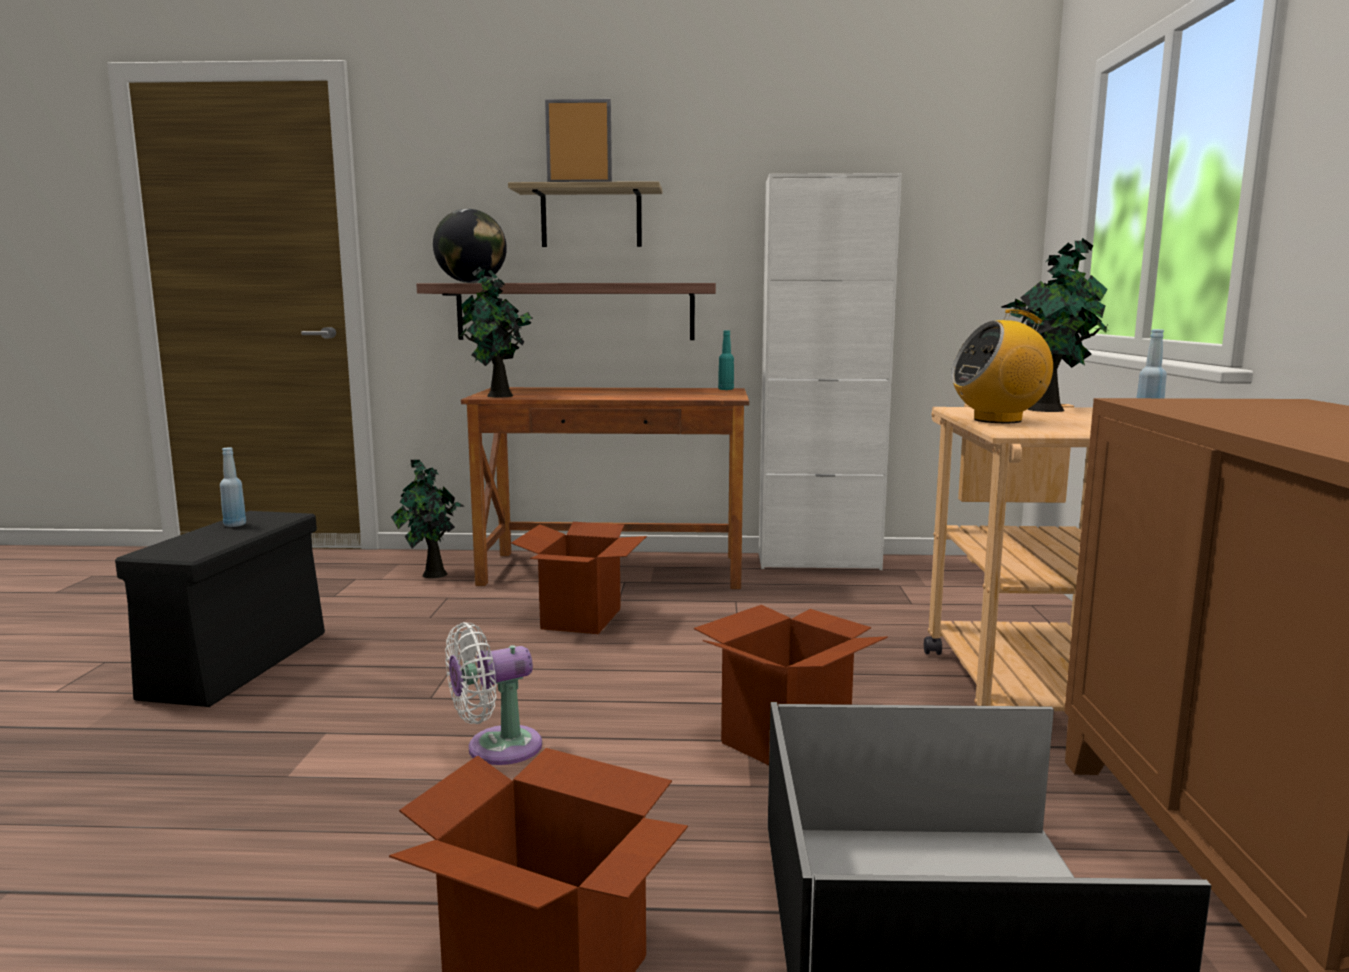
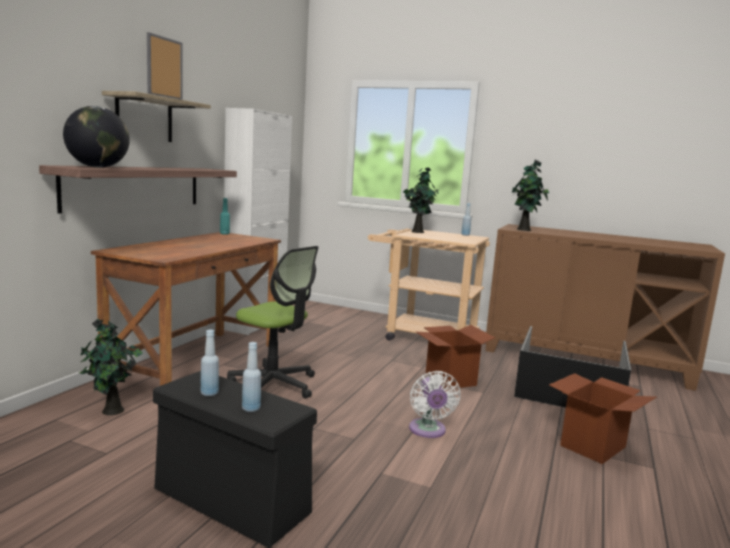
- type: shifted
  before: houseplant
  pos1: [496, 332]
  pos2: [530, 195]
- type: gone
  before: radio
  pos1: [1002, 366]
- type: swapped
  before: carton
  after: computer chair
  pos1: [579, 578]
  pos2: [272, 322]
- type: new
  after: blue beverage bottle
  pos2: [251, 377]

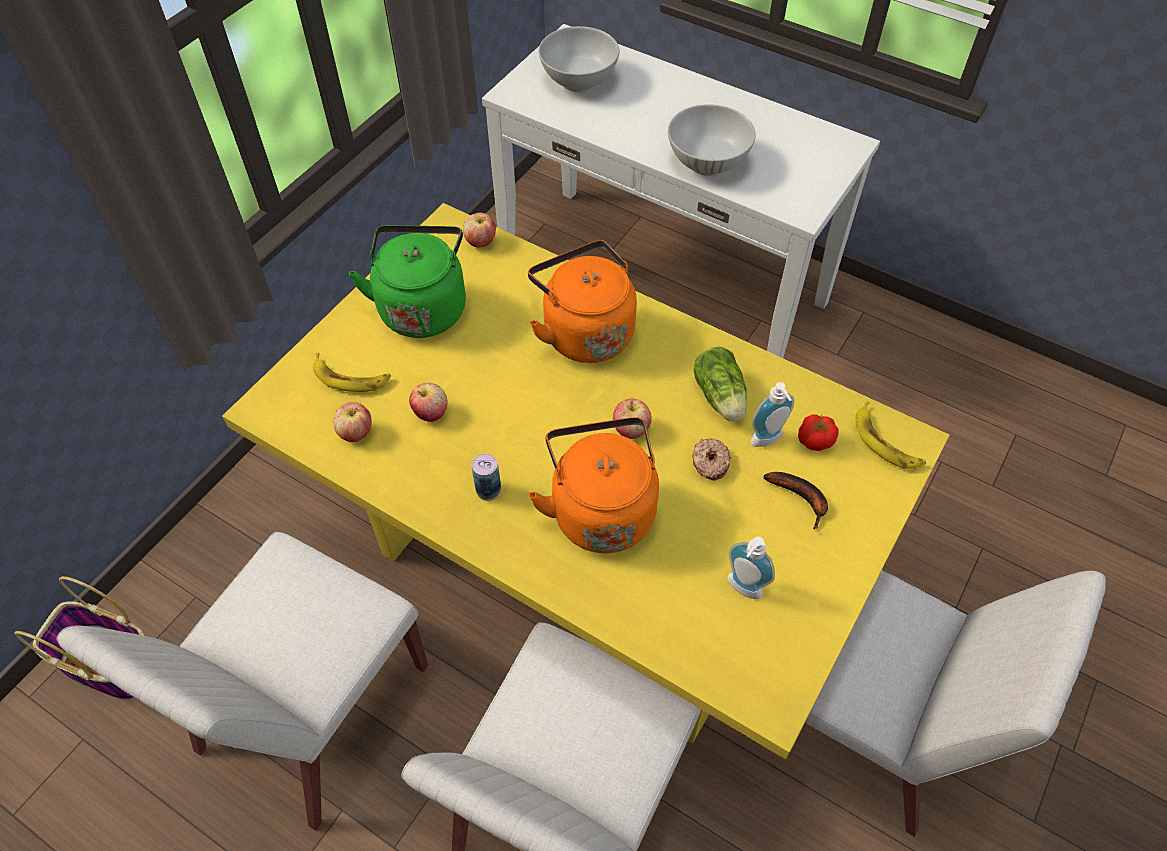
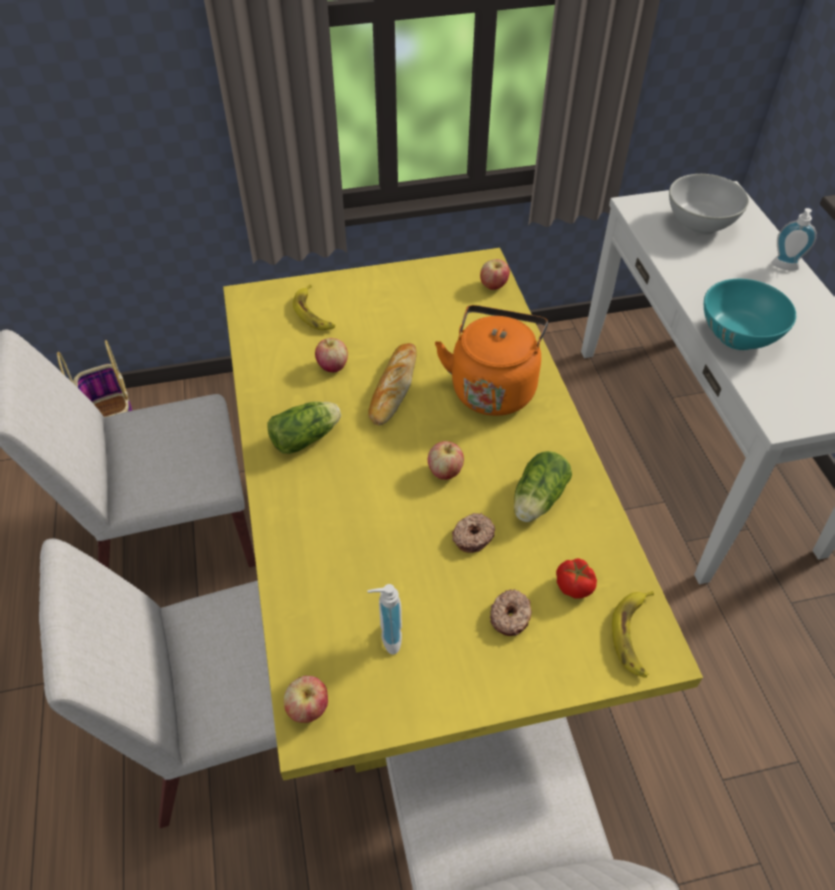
- type: repainted
  before: whitish deep dish
  after: blue-green deep dish
  pos1: [712, 140]
  pos2: [750, 314]
- type: gone
  before: green-coloured tea kettle
  pos1: [407, 281]
- type: shifted
  before: soap dispenser
  pos1: [772, 414]
  pos2: [794, 239]
- type: shifted
  before: apple
  pos1: [352, 422]
  pos2: [306, 699]
- type: gone
  before: orangey tea kettle
  pos1: [593, 485]
- type: swapped
  before: can
  after: lettuce head
  pos1: [486, 477]
  pos2: [304, 427]
- type: swapped
  before: banana
  after: doughnut
  pos1: [795, 501]
  pos2: [511, 612]
- type: new
  after: bakery bread
  pos2: [393, 384]

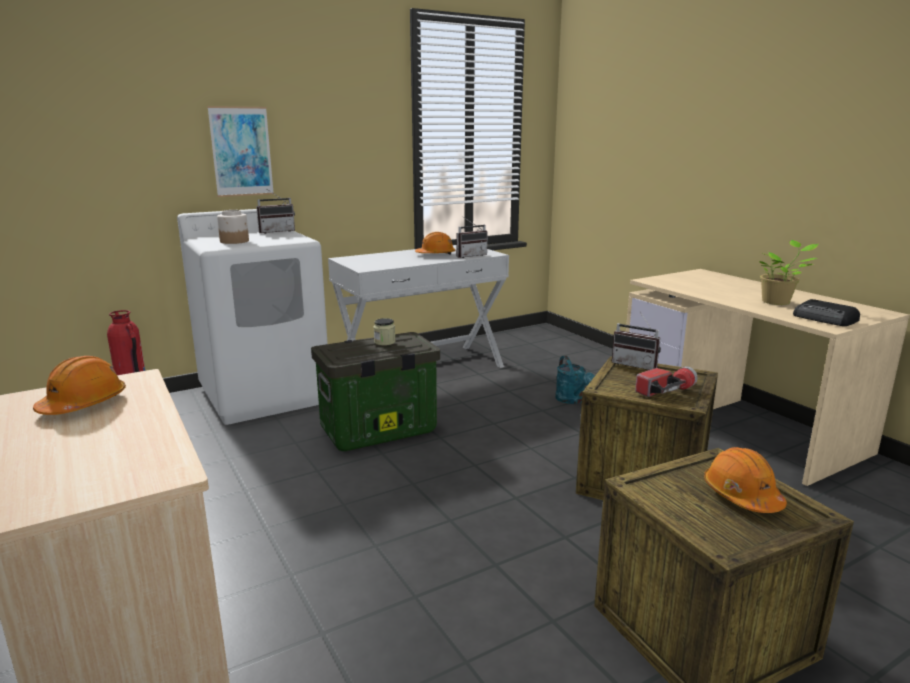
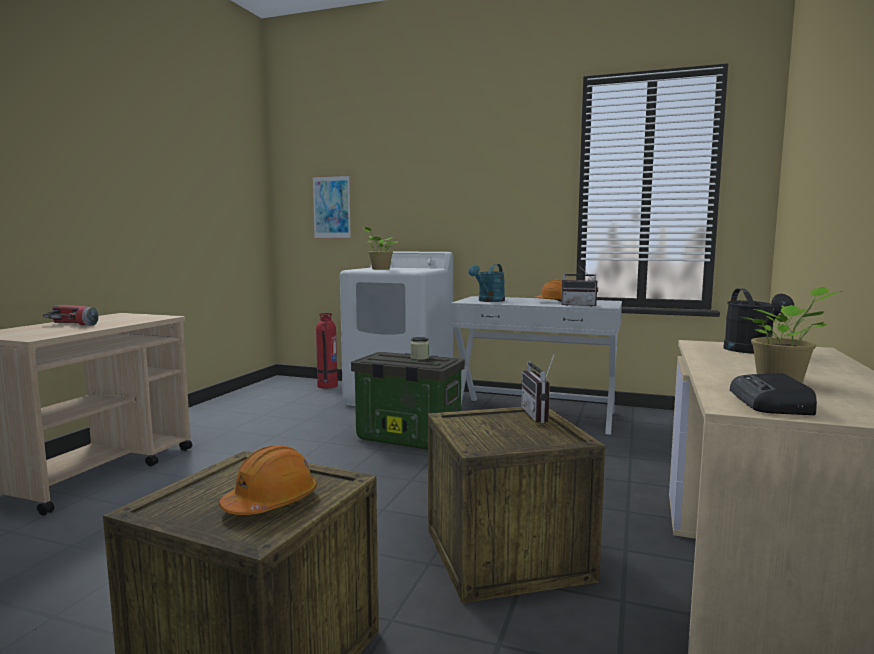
- type: shifted
  before: picture
  pos1: [240, 151]
  pos2: [331, 207]
- type: gone
  before: radio
  pos1: [275, 212]
- type: swapped
  before: storage jar
  after: houseplant
  pos1: [233, 227]
  pos2: [380, 248]
- type: gone
  before: orangey safety helmet
  pos1: [79, 385]
- type: shifted
  before: blue-green watering can
  pos1: [575, 380]
  pos2: [486, 283]
- type: shifted
  before: torch
  pos1: [666, 381]
  pos2: [70, 315]
- type: new
  after: black watering can
  pos2: [759, 321]

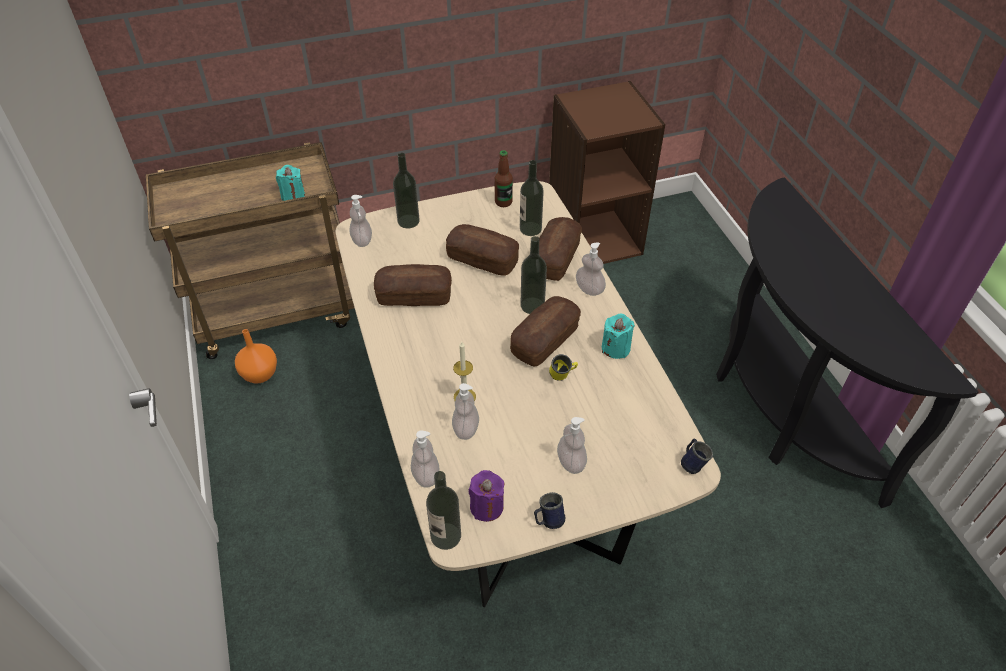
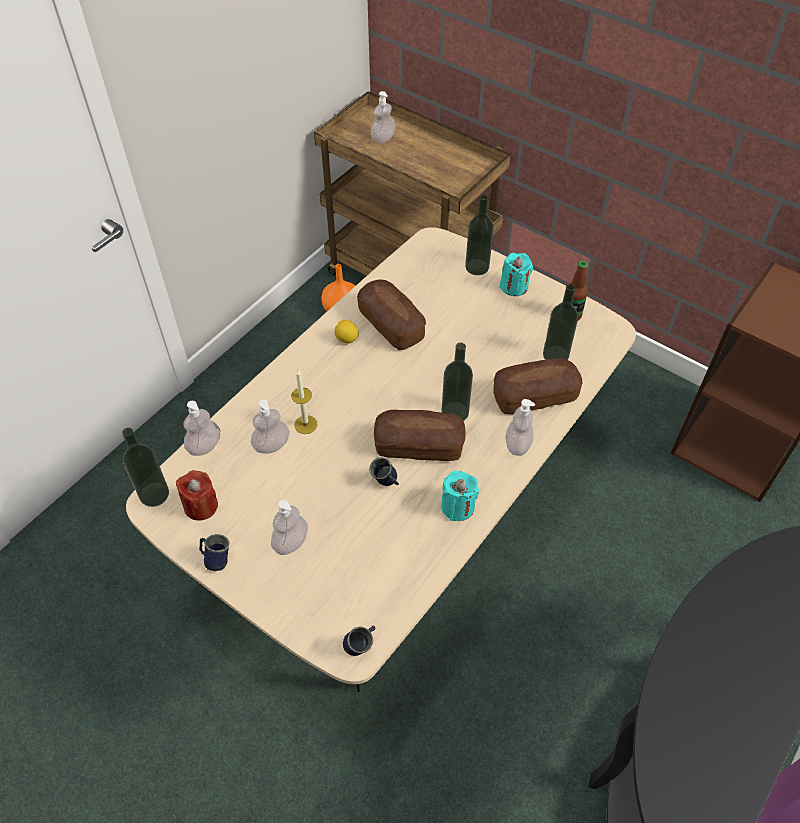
- type: shifted
  before: blue-green wax light
  pos1: [290, 183]
  pos2: [516, 274]
- type: shifted
  before: soap dispenser
  pos1: [361, 221]
  pos2: [383, 117]
- type: gone
  before: bakery bread
  pos1: [482, 250]
- type: repainted
  before: yellow-coloured tea mug
  after: blue tea mug
  pos1: [563, 367]
  pos2: [384, 471]
- type: repainted
  before: purplish wax light
  after: red wax light
  pos1: [486, 496]
  pos2: [197, 495]
- type: new
  after: lemon
  pos2: [346, 332]

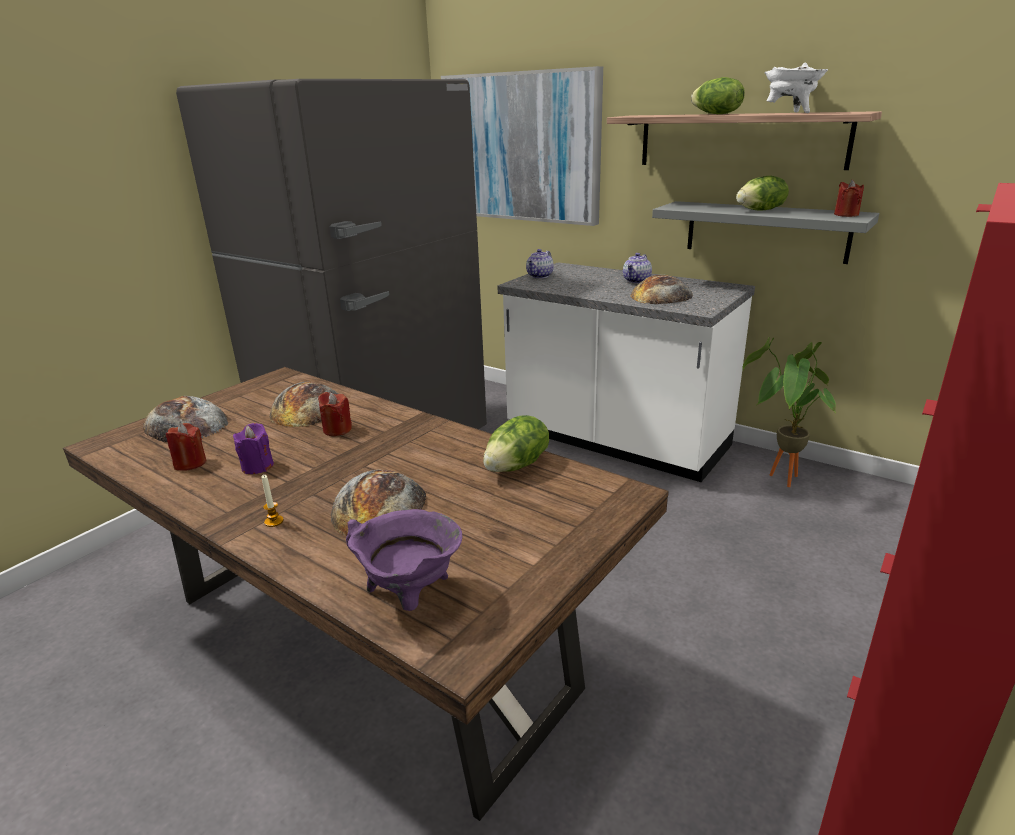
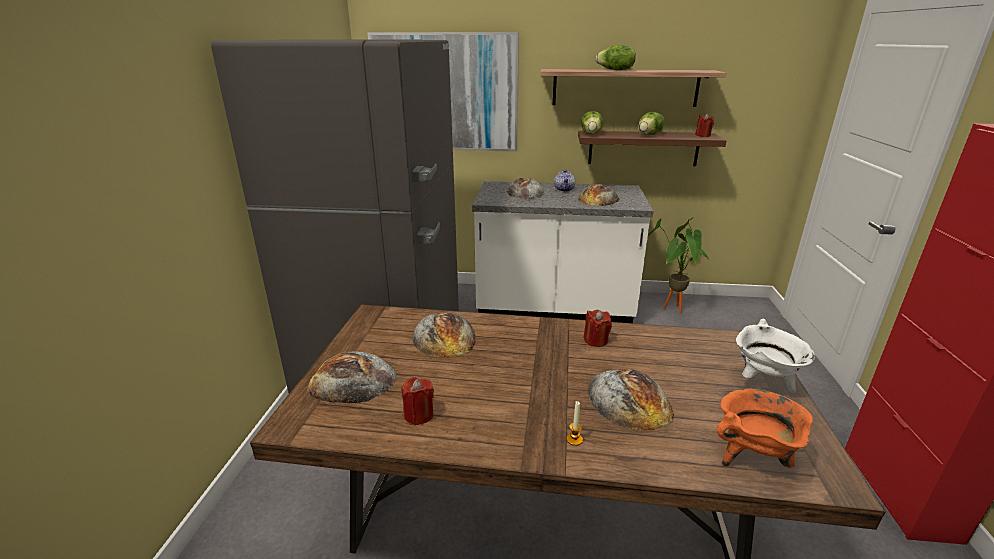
- type: shifted
  before: whitish saucepot
  pos1: [796, 87]
  pos2: [775, 356]
- type: repainted
  before: gray bracket shelf
  after: brown bracket shelf
  pos1: [765, 232]
  pos2: [652, 148]
- type: gone
  before: teapot
  pos1: [540, 263]
- type: shifted
  before: red wax light
  pos1: [335, 414]
  pos2: [598, 328]
- type: shifted
  before: lettuce head
  pos1: [516, 443]
  pos2: [592, 122]
- type: gone
  before: purplish wax light
  pos1: [253, 448]
- type: repainted
  before: purplish saucepot
  after: orangey saucepot
  pos1: [404, 560]
  pos2: [764, 428]
- type: new
  after: bakery bread
  pos2: [525, 188]

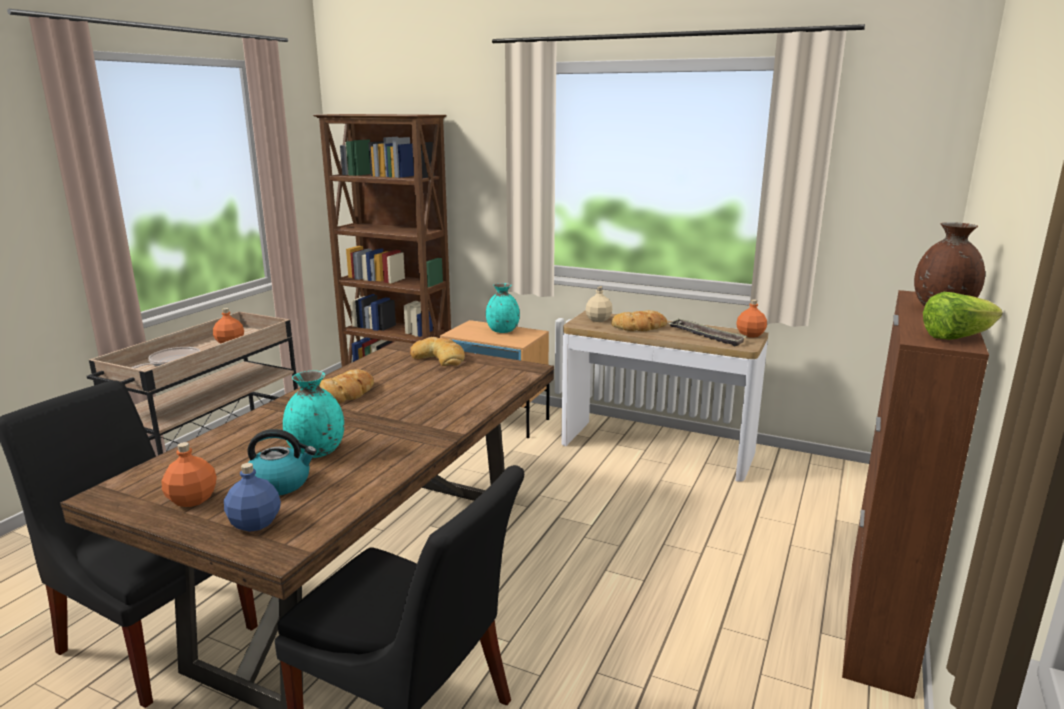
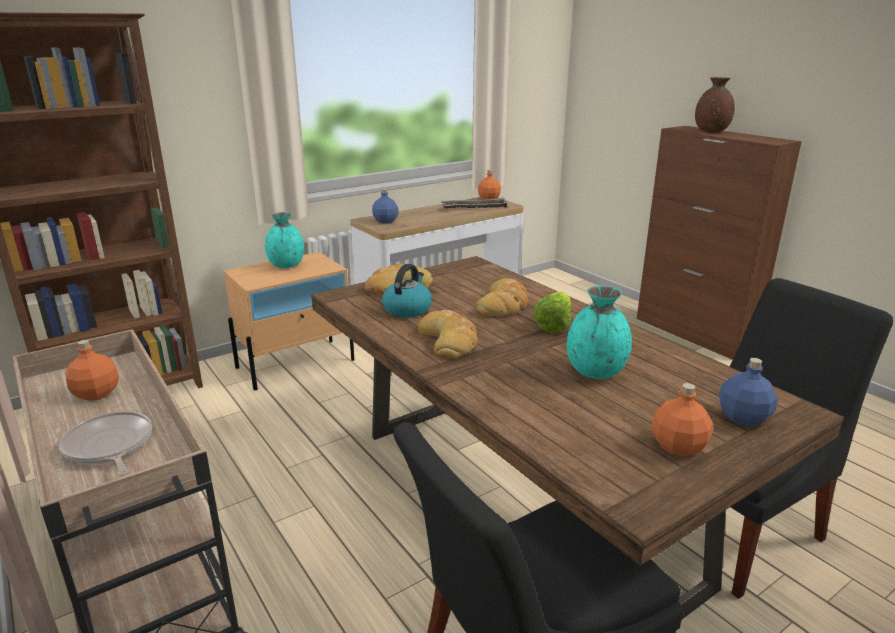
- type: repainted
  before: sand-coloured beverage bottle
  after: blue beverage bottle
  pos1: [598, 304]
  pos2: [385, 206]
- type: shifted
  before: lettuce head
  pos1: [963, 316]
  pos2: [552, 312]
- type: shifted
  before: bakery bread
  pos1: [639, 320]
  pos2: [502, 297]
- type: shifted
  before: tea kettle
  pos1: [282, 462]
  pos2: [407, 291]

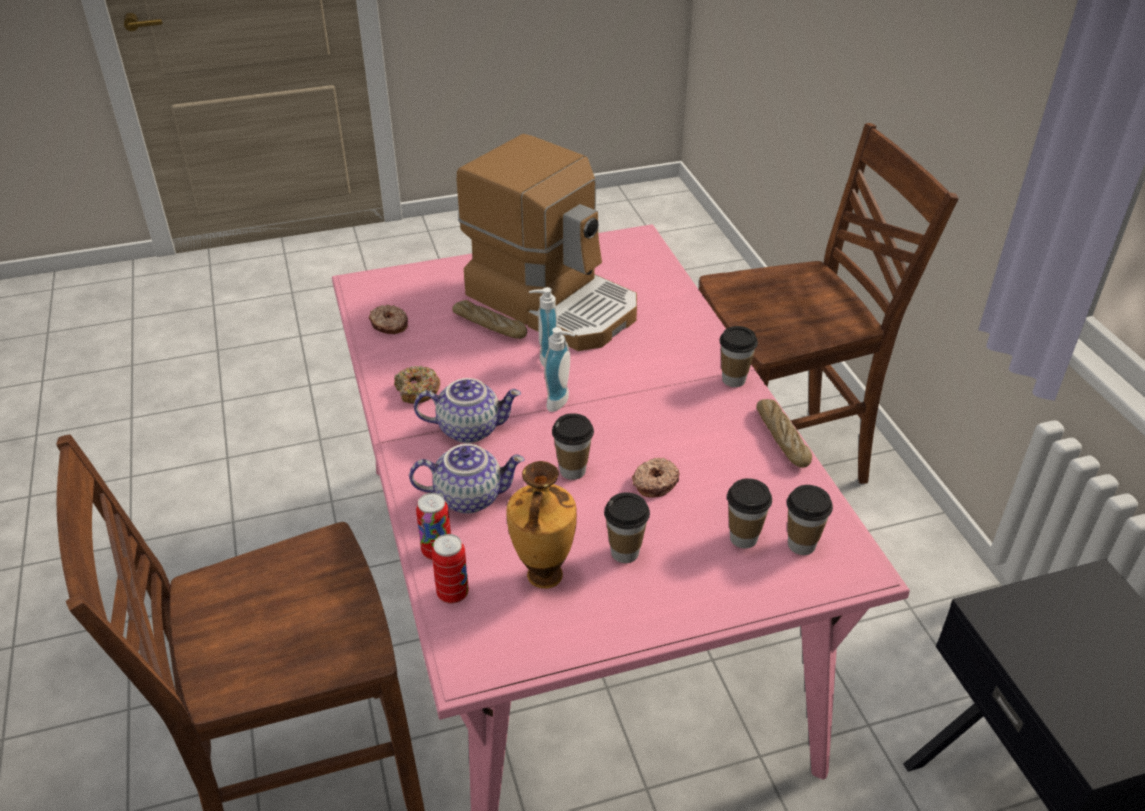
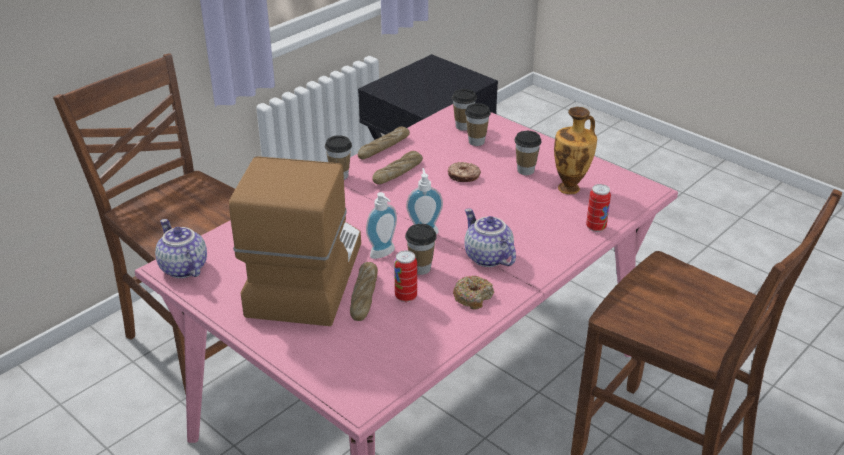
- type: gone
  before: doughnut
  pos1: [388, 319]
- type: shifted
  before: drinking cup
  pos1: [573, 446]
  pos2: [421, 249]
- type: shifted
  before: teapot
  pos1: [467, 479]
  pos2: [181, 248]
- type: shifted
  before: can
  pos1: [450, 569]
  pos2: [405, 276]
- type: new
  after: bakery bread
  pos2: [397, 167]

